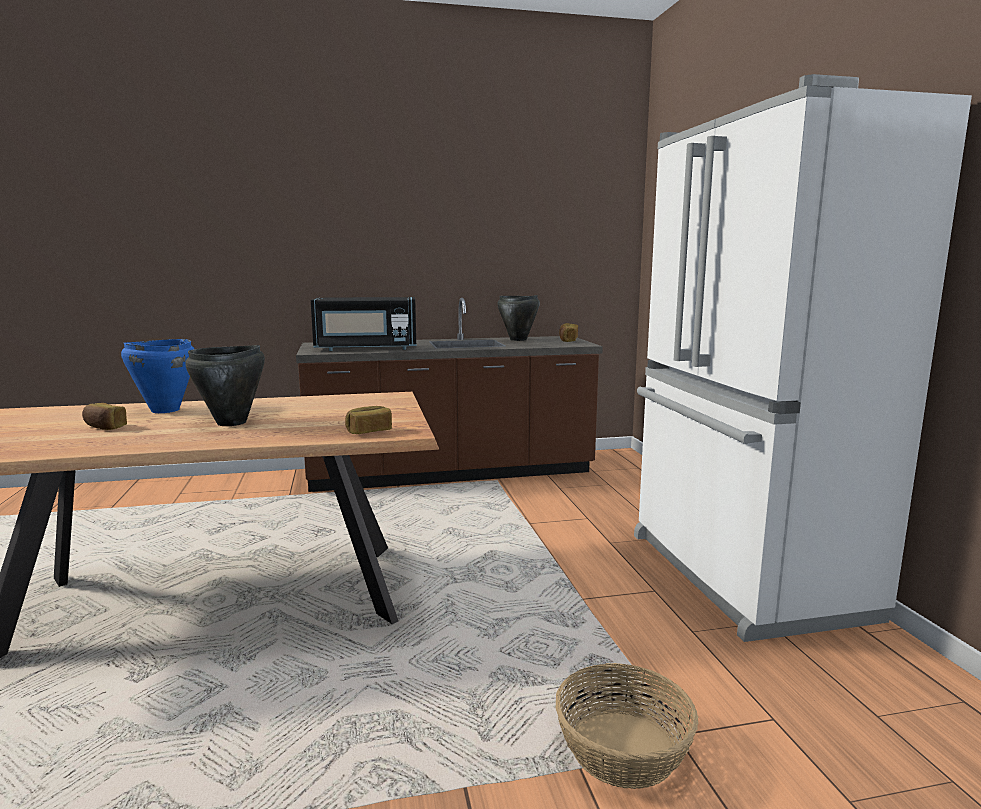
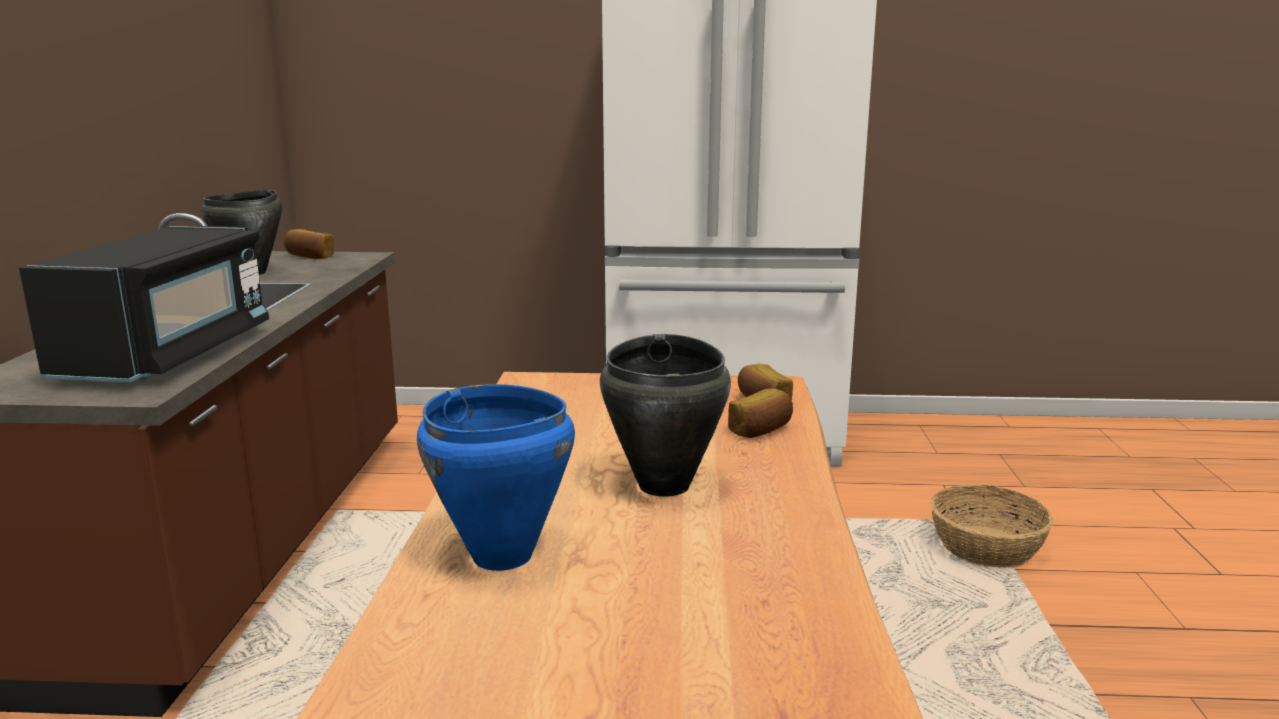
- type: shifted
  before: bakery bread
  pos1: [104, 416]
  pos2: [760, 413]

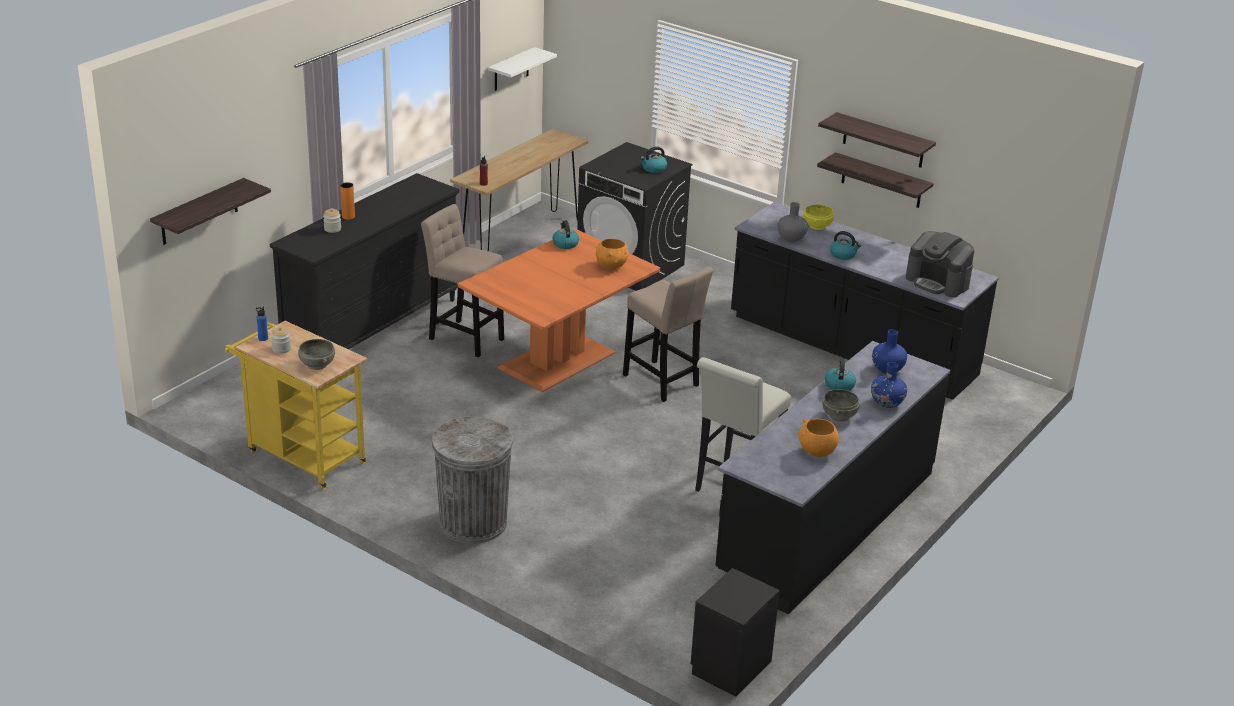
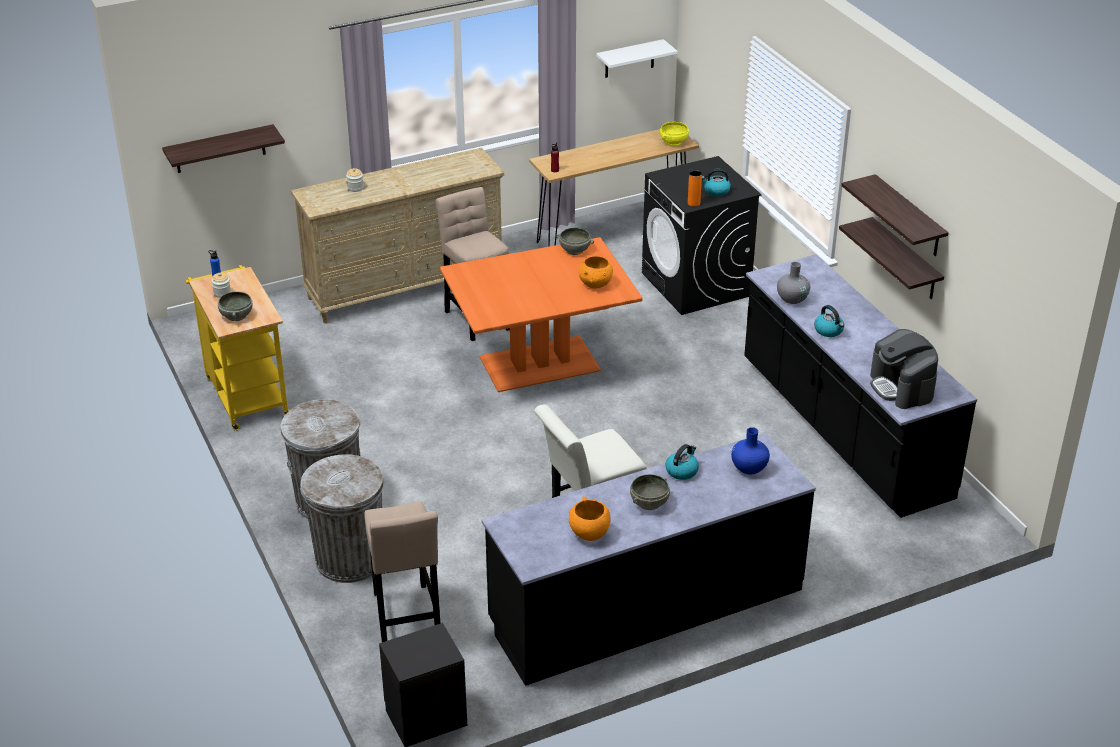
- type: repainted
  before: black chest of drawers
  after: sand-coloured chest of drawers
  pos1: [365, 261]
  pos2: [397, 236]
- type: shifted
  before: orangey vase
  pos1: [347, 201]
  pos2: [695, 188]
- type: shifted
  before: yellow-coloured deep dish
  pos1: [818, 217]
  pos2: [674, 134]
- type: swapped
  before: tea kettle
  after: gray deep dish
  pos1: [565, 234]
  pos2: [575, 241]
- type: shifted
  before: sand-coloured sitting stool
  pos1: [668, 334]
  pos2: [402, 571]
- type: gone
  before: blue vase
  pos1: [889, 385]
- type: new
  after: gray rubbish bin
  pos2: [342, 518]

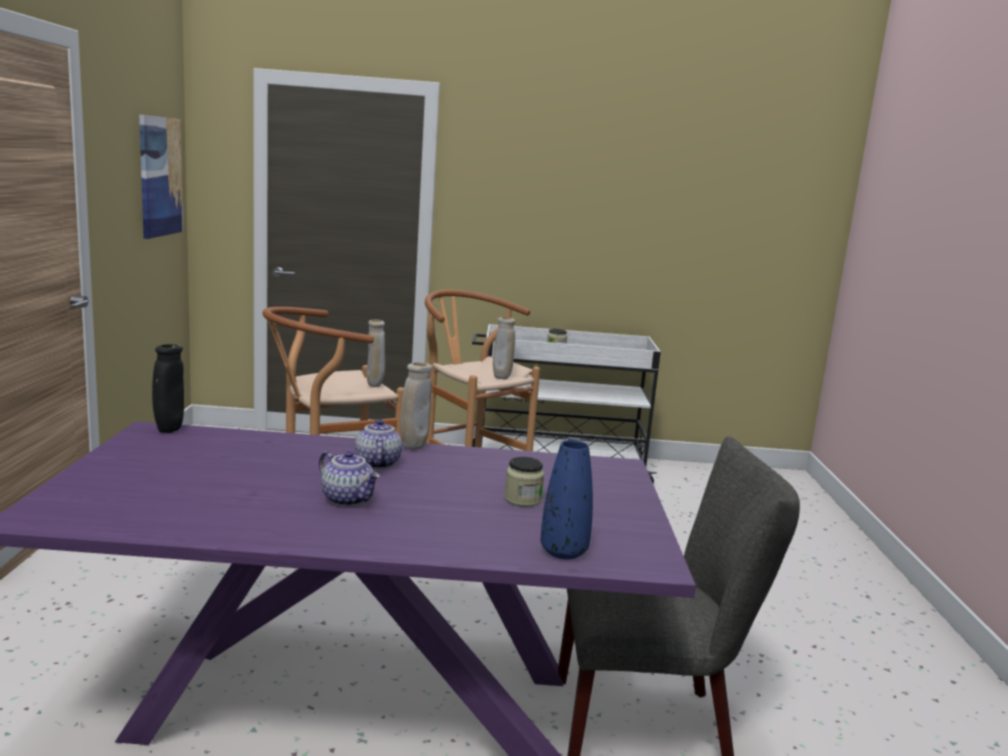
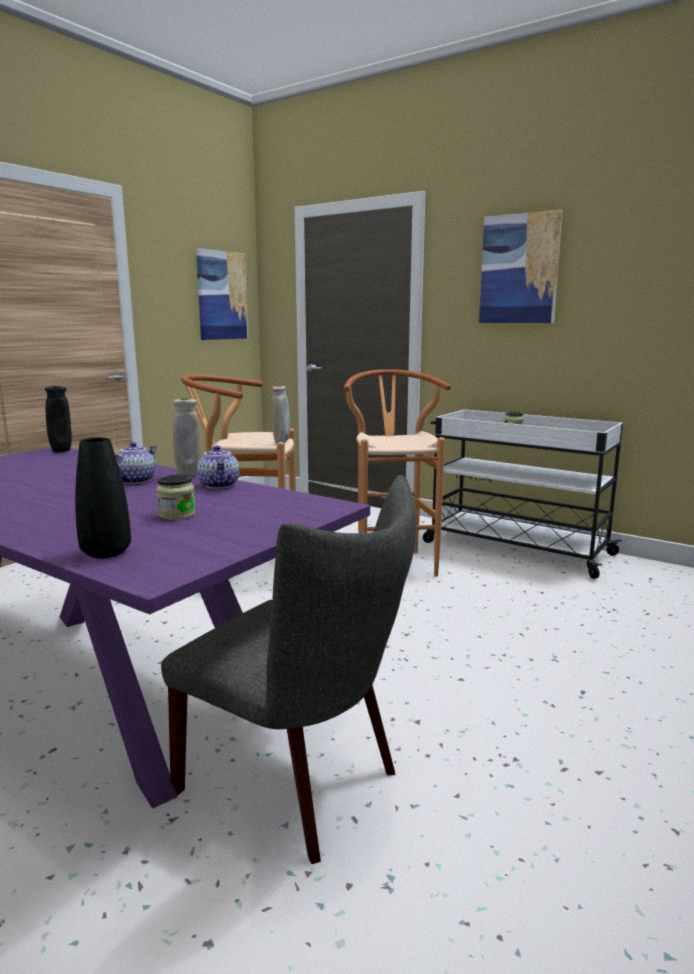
- type: gone
  before: sand-coloured vase
  pos1: [504, 348]
- type: repainted
  before: blue vase
  after: black vase
  pos1: [567, 499]
  pos2: [103, 498]
- type: shifted
  before: teapot
  pos1: [349, 479]
  pos2: [218, 467]
- type: new
  after: picture
  pos2: [521, 266]

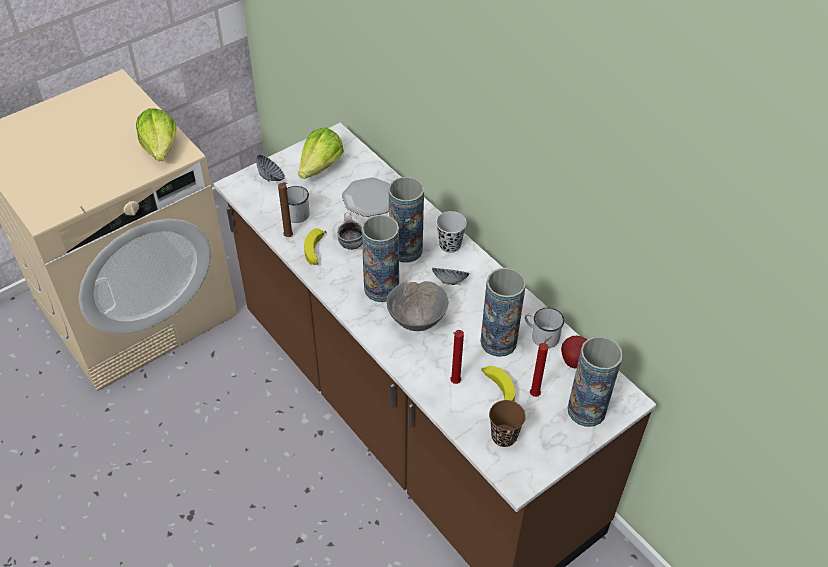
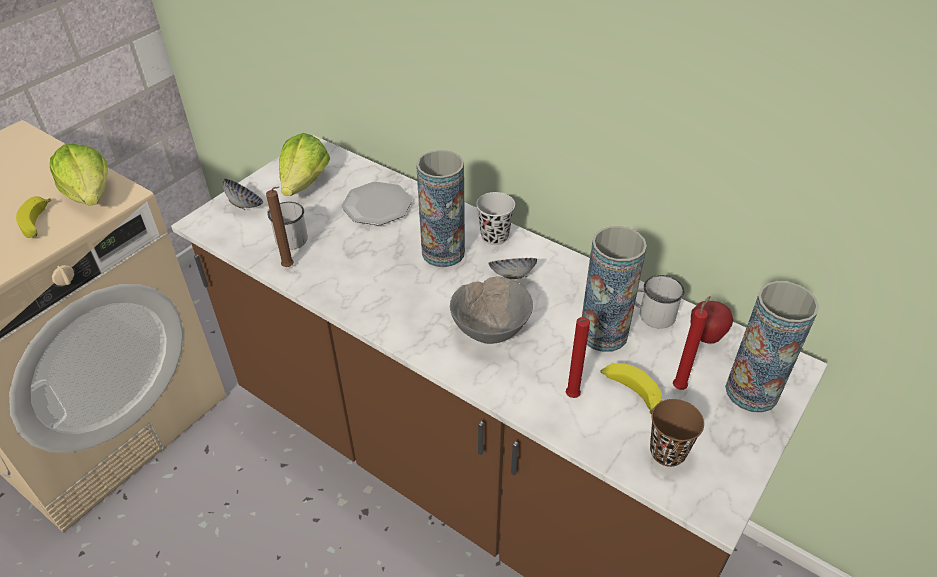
- type: gone
  before: tea mug
  pos1: [349, 231]
- type: gone
  before: vase
  pos1: [380, 258]
- type: shifted
  before: banana
  pos1: [315, 246]
  pos2: [33, 217]

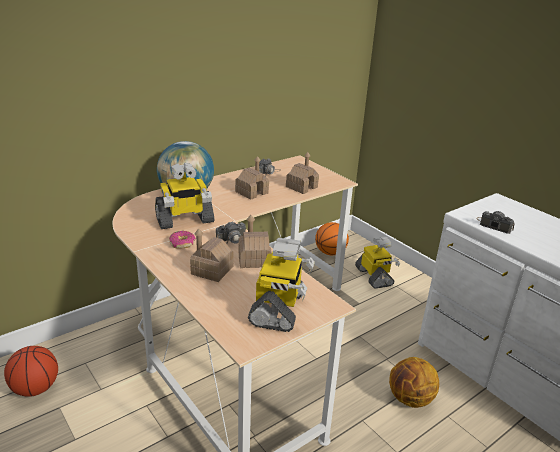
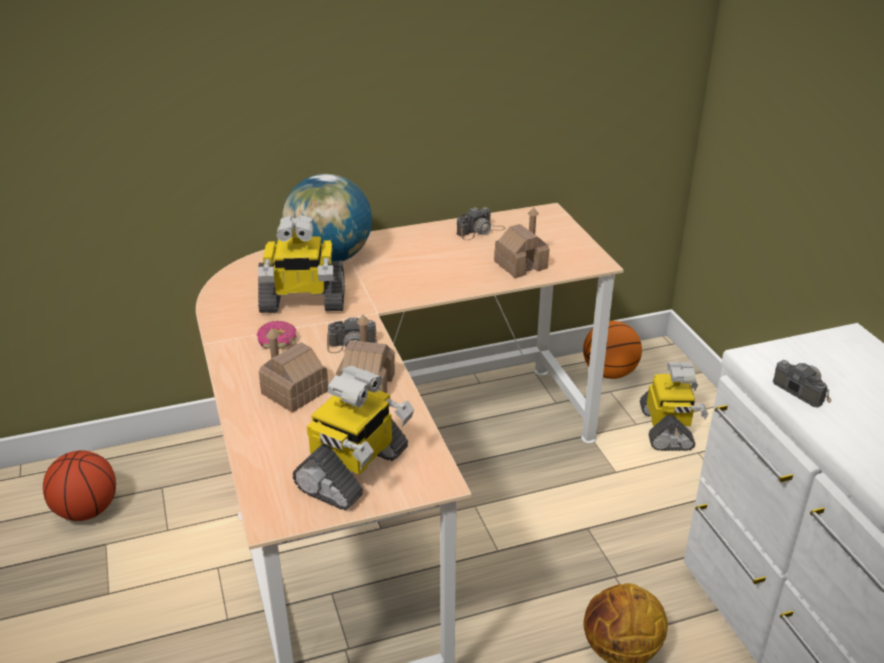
- type: gone
  before: model house
  pos1: [252, 178]

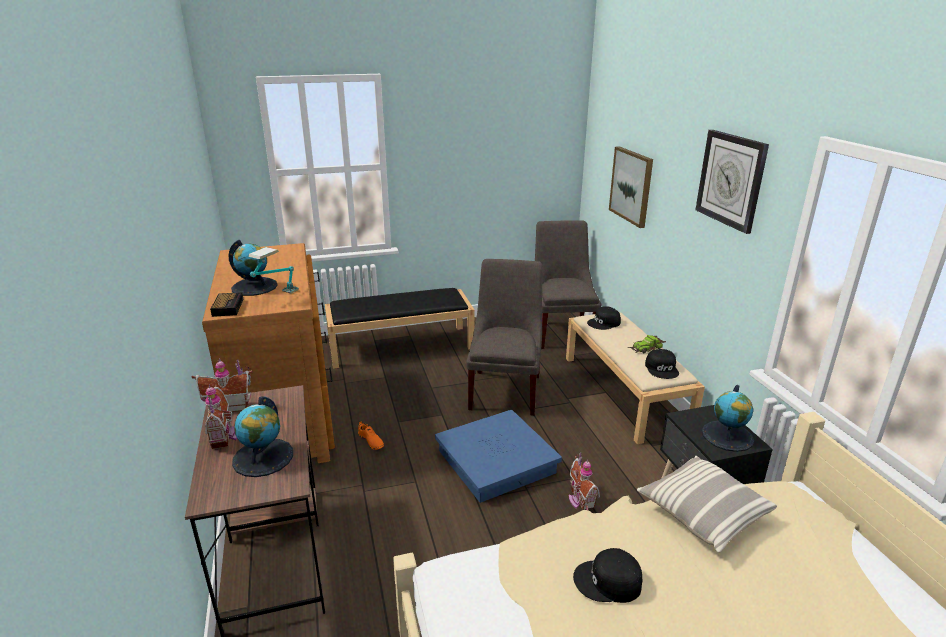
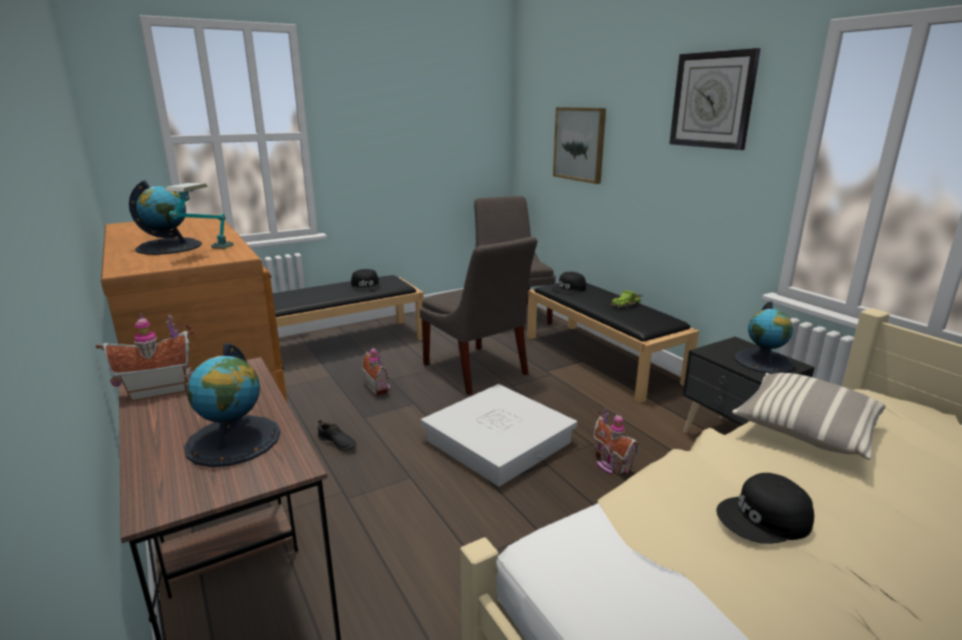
- type: rotated
  before: gray chair
  pos1: [504, 337]
  pos2: [478, 316]
  turn: 150
- type: gone
  before: table clock
  pos1: [227, 304]
- type: repainted
  before: sand-coloured indoor bench
  after: black indoor bench
  pos1: [635, 378]
  pos2: [613, 343]
- type: shifted
  before: black baseball cap
  pos1: [662, 364]
  pos2: [365, 280]
- type: shifted
  before: model house
  pos1: [221, 416]
  pos2: [376, 371]
- type: repainted
  before: blue storage container
  after: whitish storage container
  pos1: [498, 456]
  pos2: [499, 435]
- type: repainted
  before: orangey low shoe
  after: black low shoe
  pos1: [371, 435]
  pos2: [337, 435]

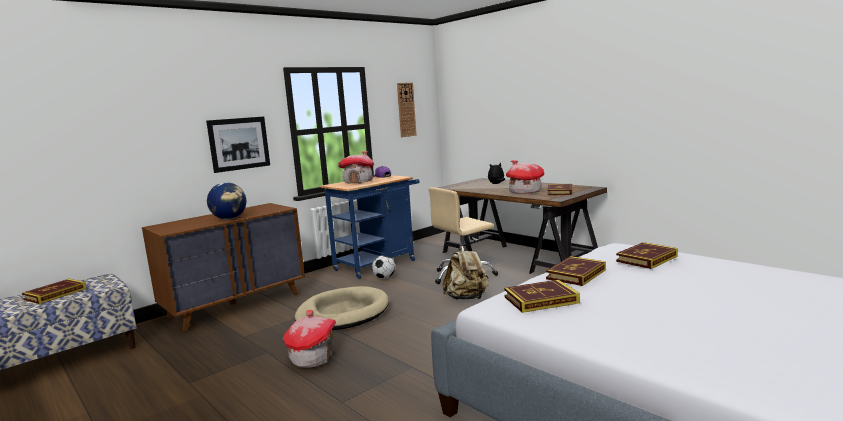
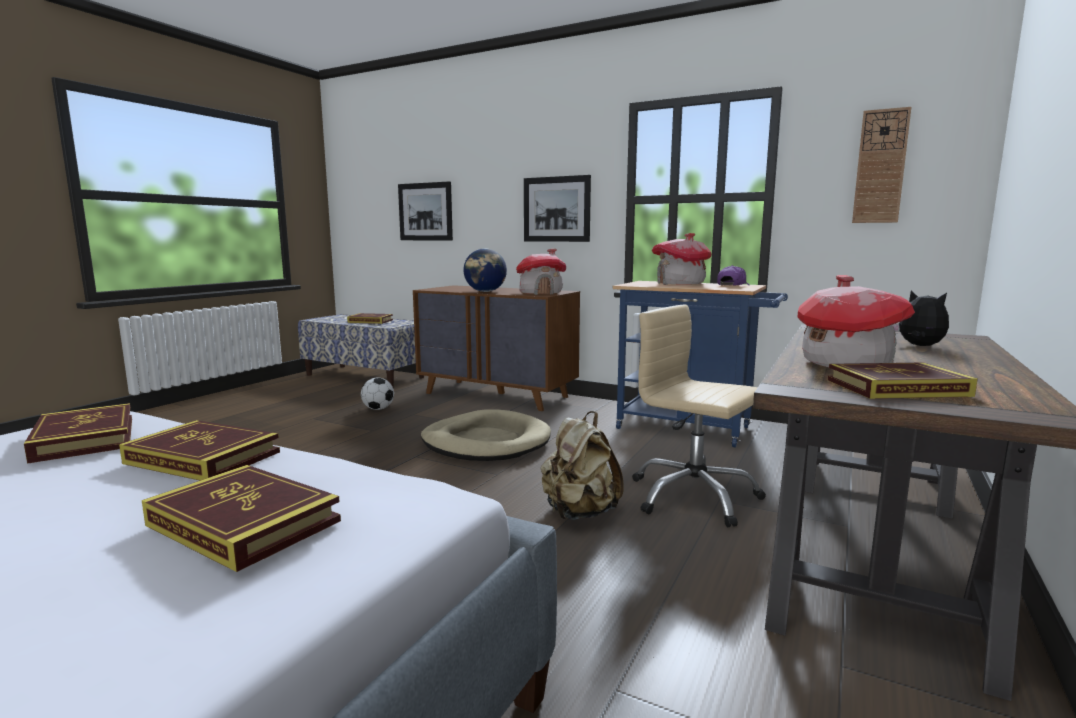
- type: shifted
  before: football ball
  pos1: [383, 267]
  pos2: [377, 394]
- type: shifted
  before: model house
  pos1: [309, 339]
  pos2: [541, 272]
- type: new
  after: picture
  pos2: [425, 210]

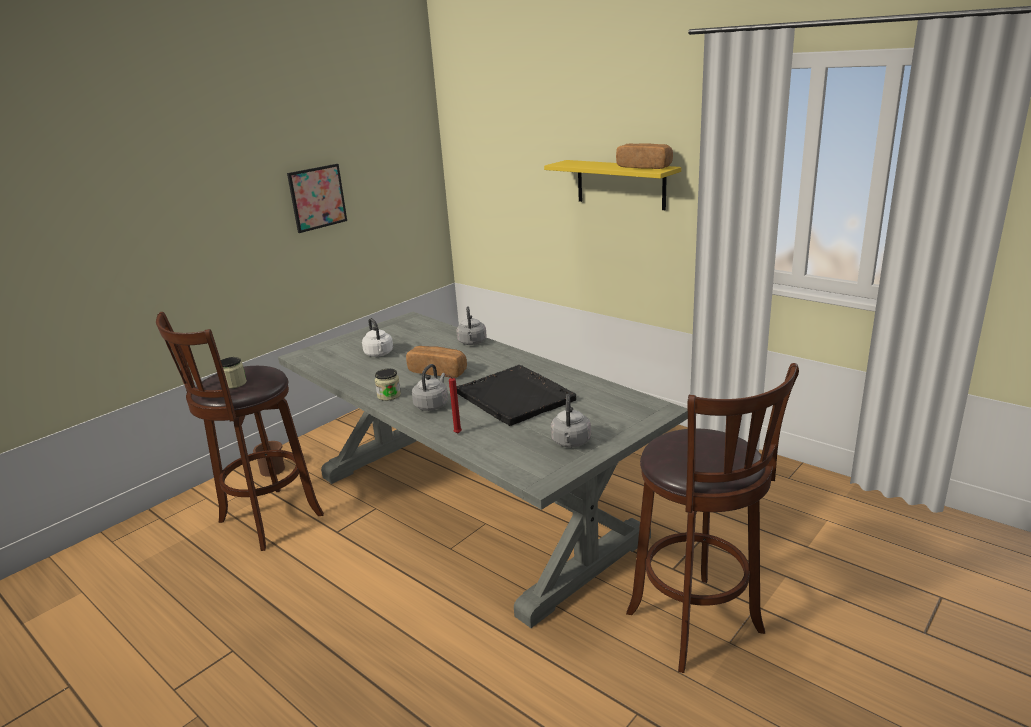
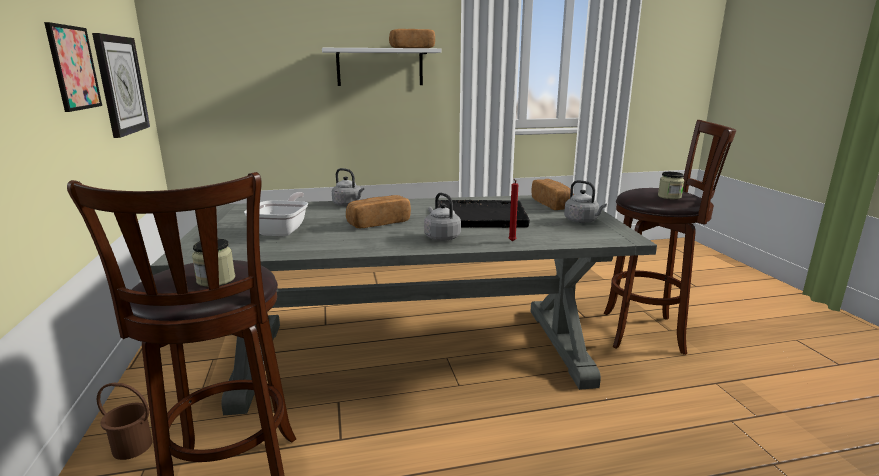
- type: repainted
  before: yellow-coloured bracket shelf
  after: whitish bracket shelf
  pos1: [612, 185]
  pos2: [382, 67]
- type: swapped
  before: whitish tea kettle
  after: skillet
  pos1: [377, 337]
  pos2: [276, 214]
- type: shifted
  before: storage jar
  pos1: [388, 385]
  pos2: [671, 185]
- type: new
  after: clock on the wall
  pos2: [121, 85]
- type: new
  after: bakery bread
  pos2: [553, 194]

